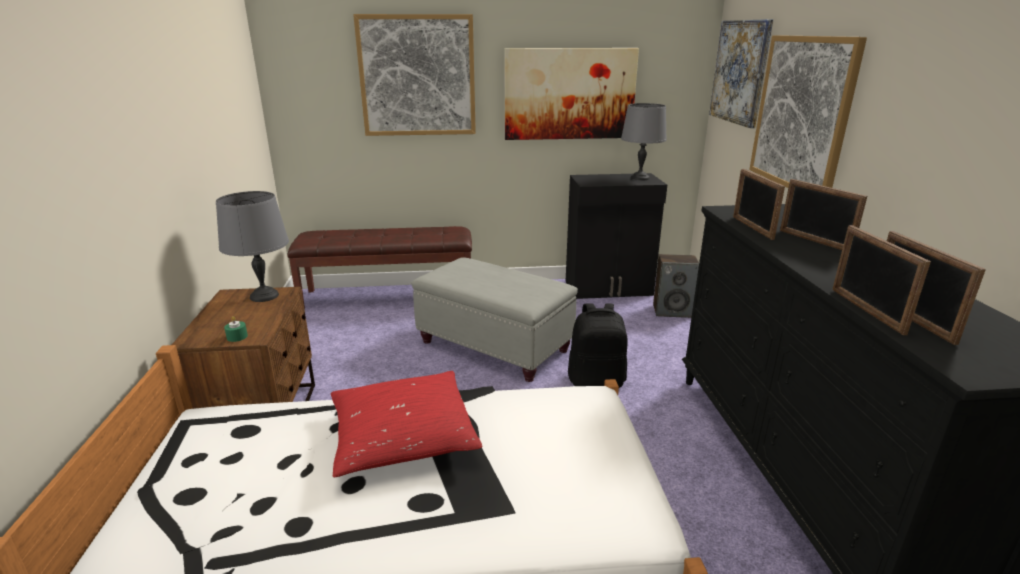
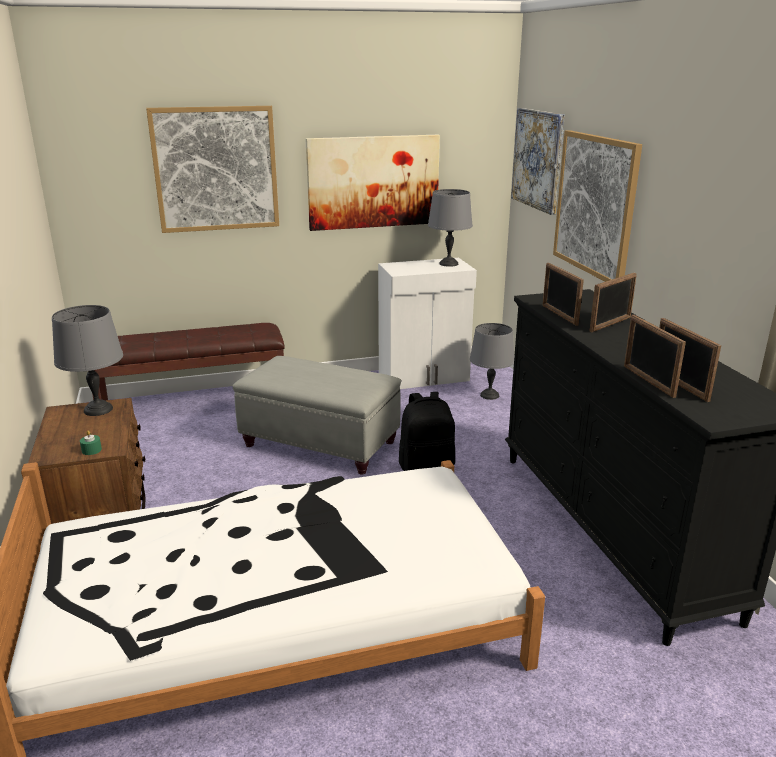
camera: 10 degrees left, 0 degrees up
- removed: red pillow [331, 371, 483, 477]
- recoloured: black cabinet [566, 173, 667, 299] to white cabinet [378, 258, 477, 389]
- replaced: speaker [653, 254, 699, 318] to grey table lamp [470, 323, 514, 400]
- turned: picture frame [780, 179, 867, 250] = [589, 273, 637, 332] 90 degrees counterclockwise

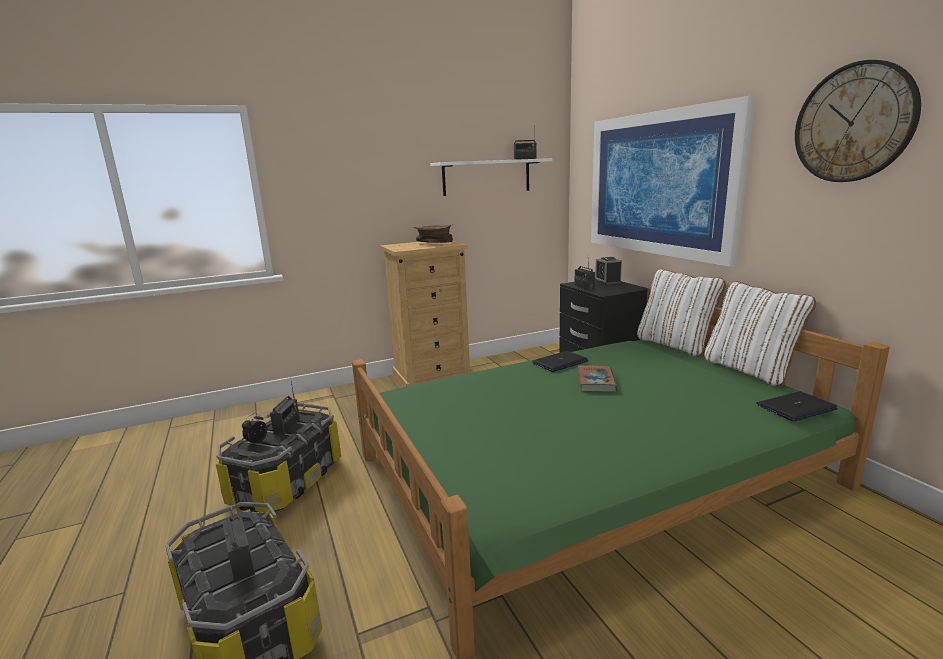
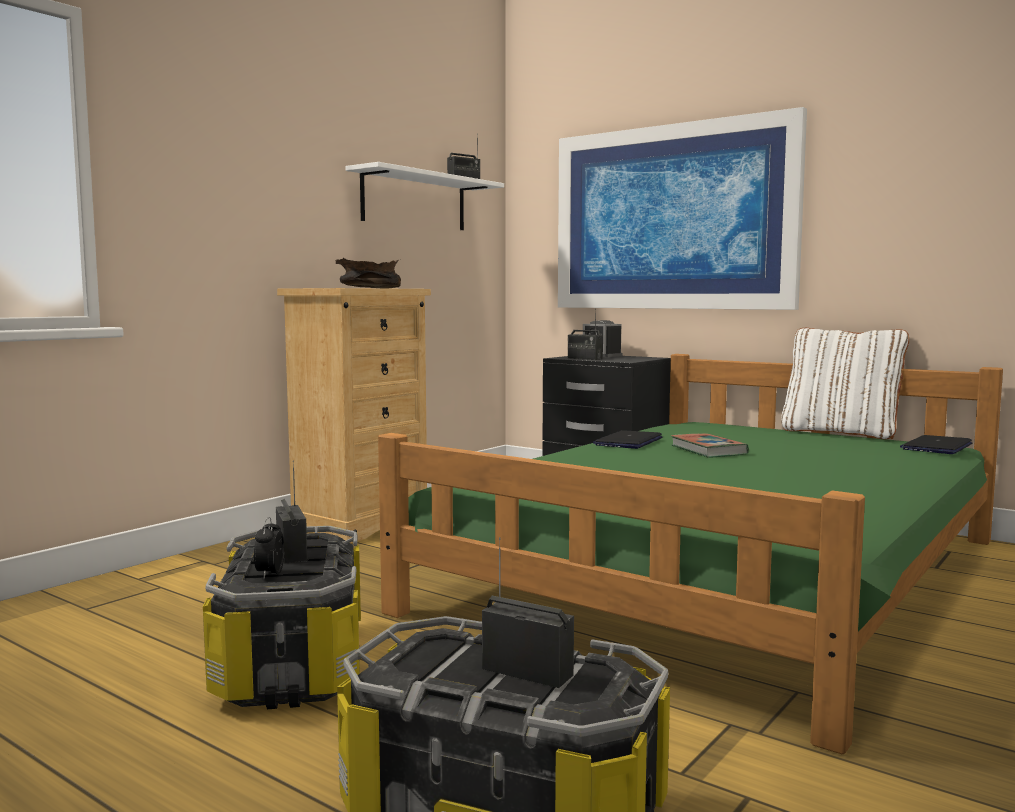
camera: 30 degrees left, 10 degrees down
- removed: white pillow [637, 269, 726, 356]
- removed: wall clock [795, 60, 921, 182]

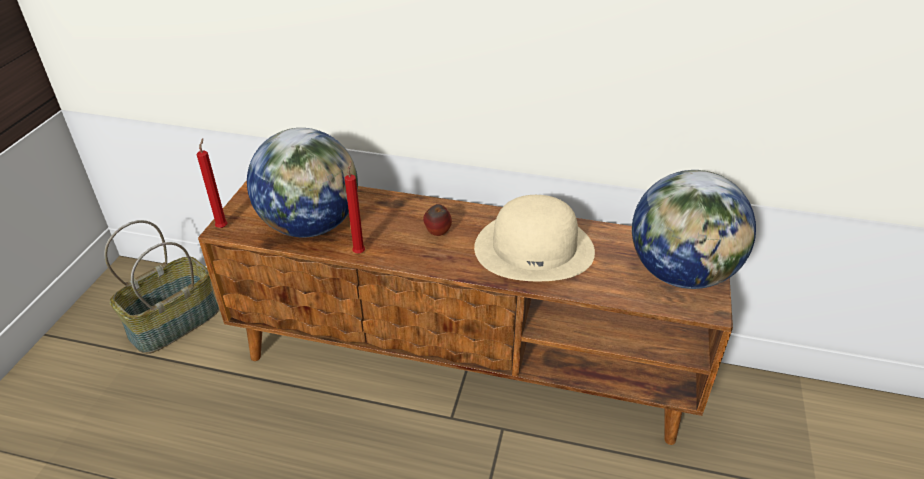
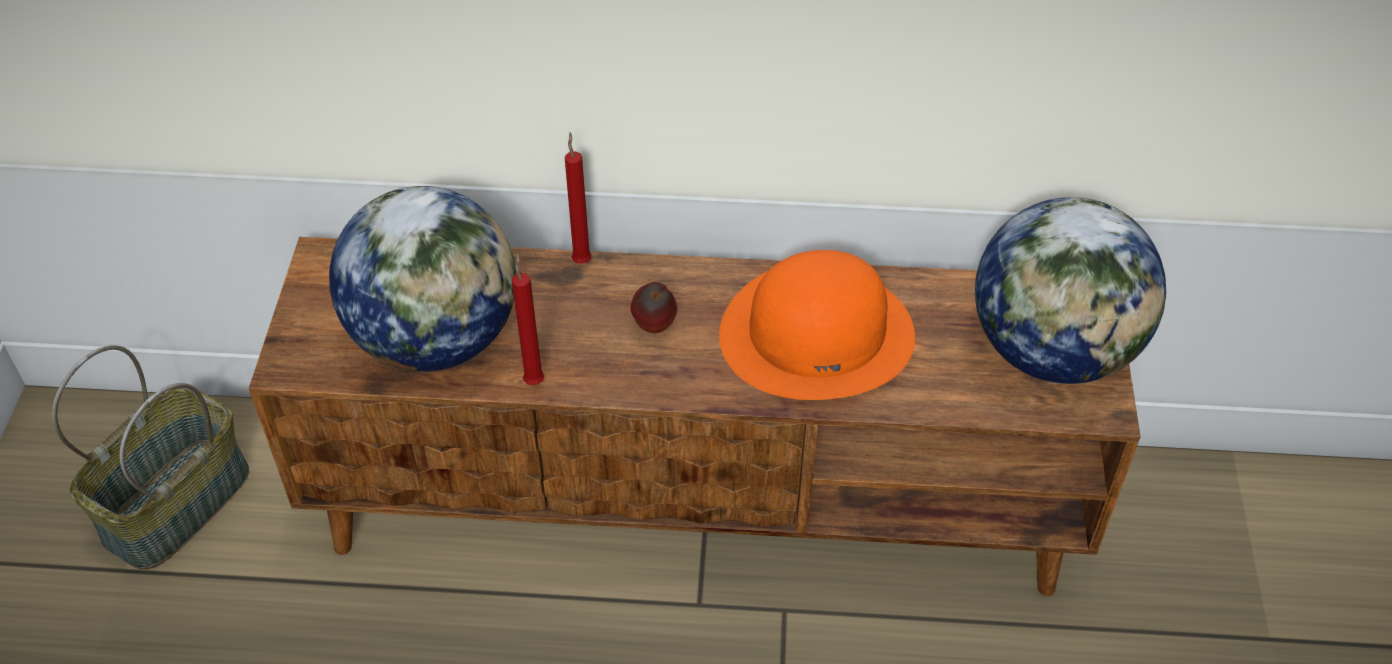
camera: 10 degrees left, 10 degrees up
- moved: red candle [197, 138, 228, 228] to [565, 132, 592, 264]
- recoloured: beige hat [474, 195, 595, 281] to orange hat [719, 250, 915, 400]

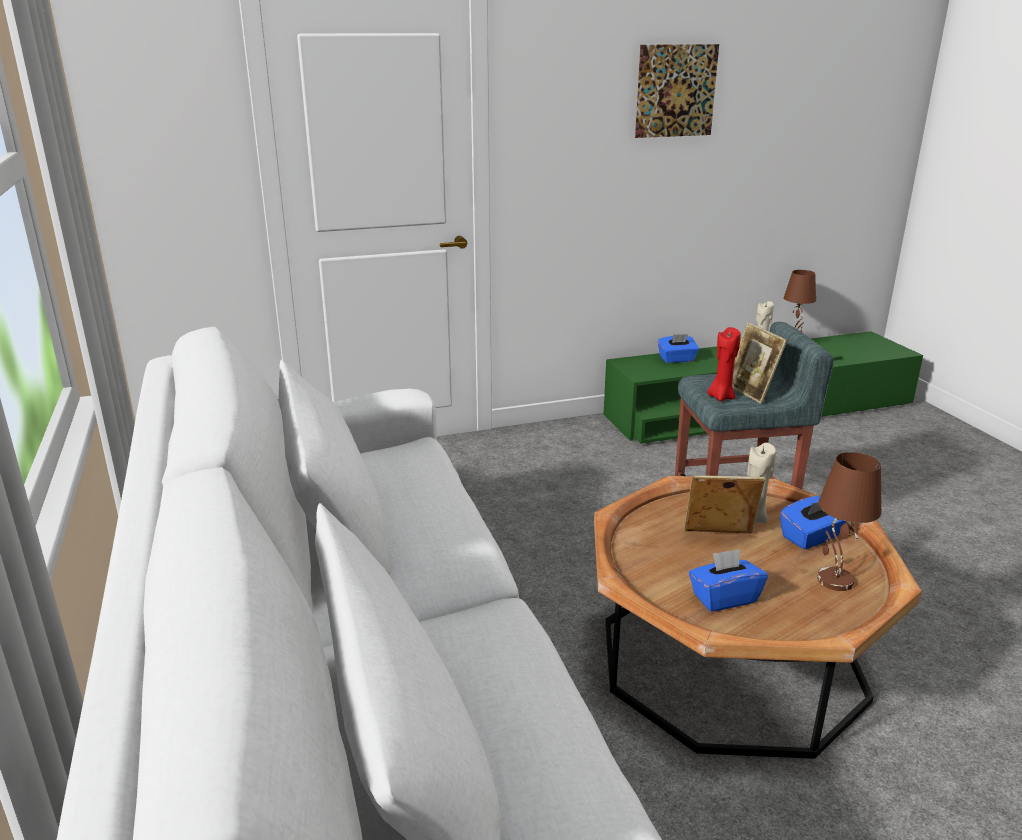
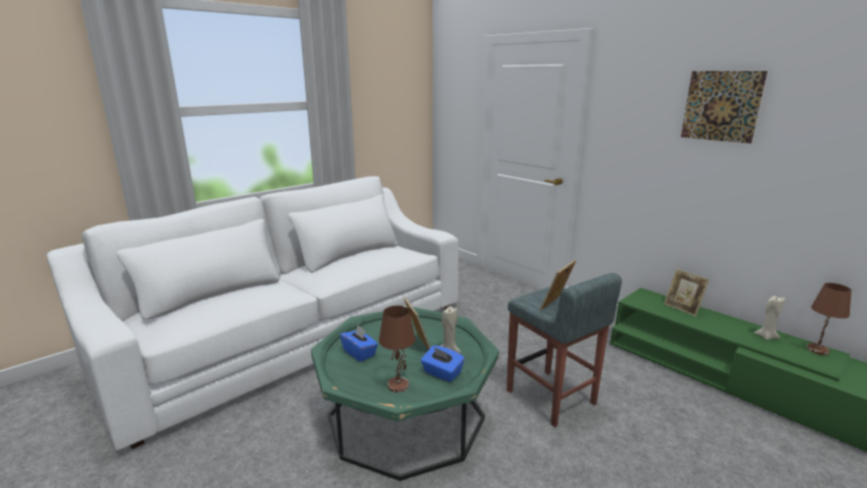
camera: 65 degrees right, 5 degrees down
- recoloured: brown coffee table [594, 476, 922, 759] to green coffee table [311, 307, 499, 481]
- replaced: blue tissue box [658, 334, 699, 363] to picture frame [664, 269, 709, 316]
- removed: red candle [707, 327, 741, 401]

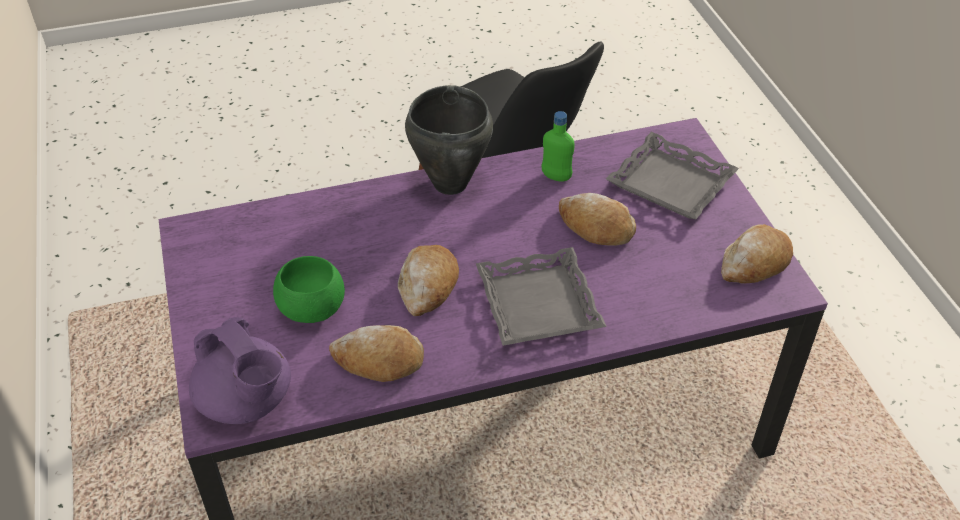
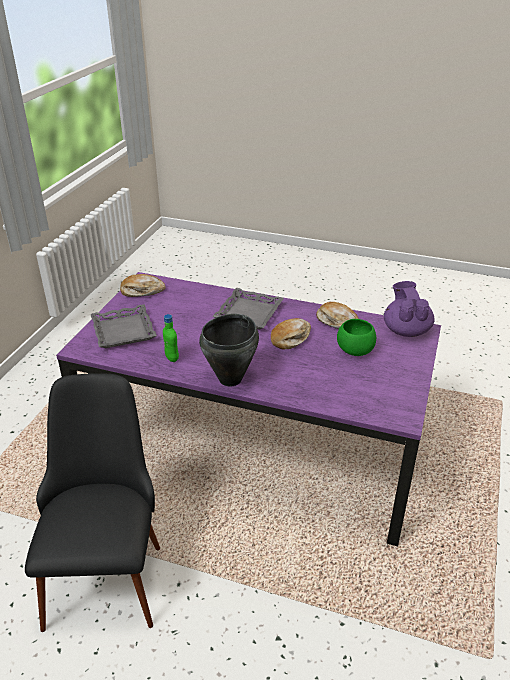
camera: 145 degrees left, 10 degrees down
- removed: bread [559, 193, 636, 246]

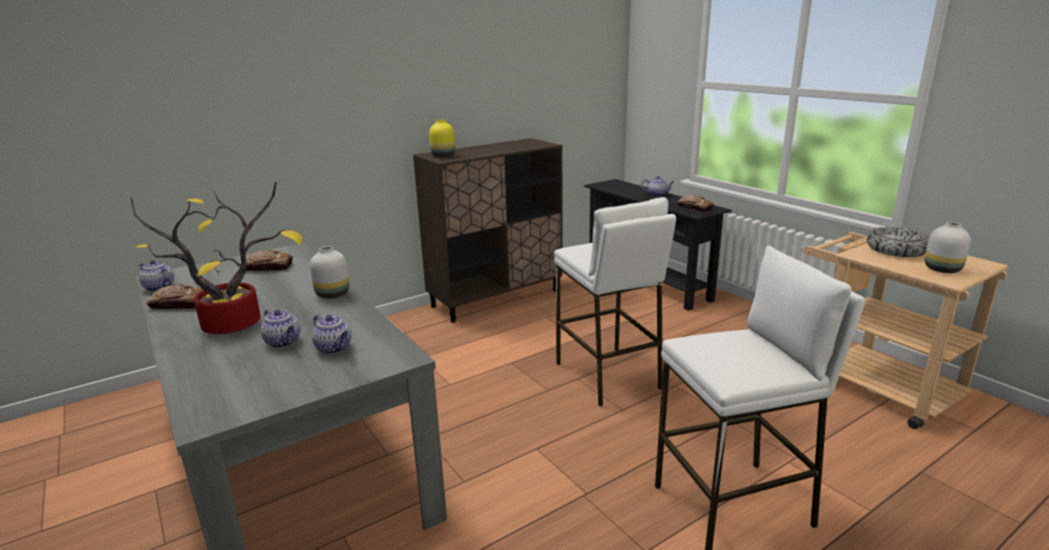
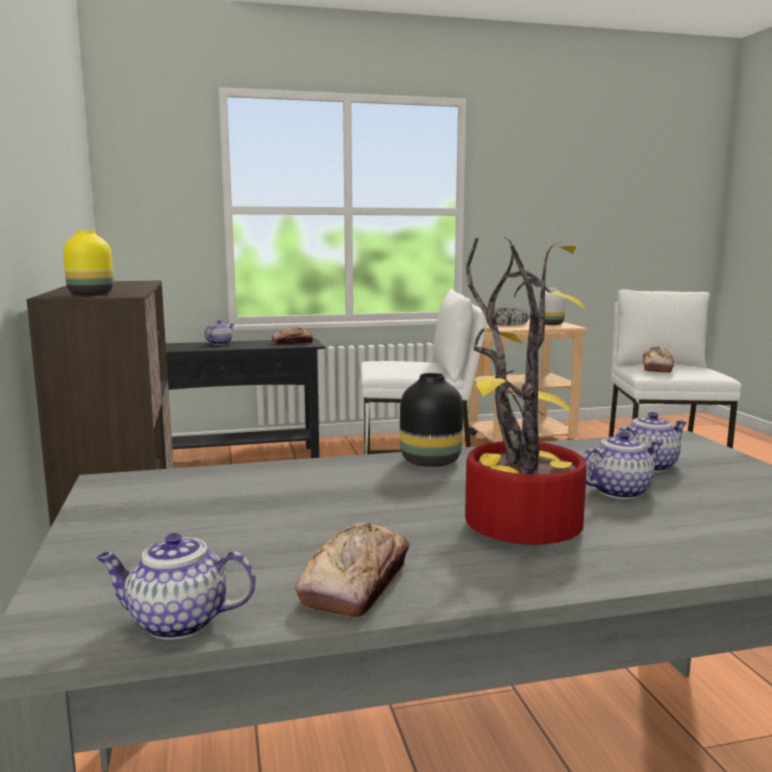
camera: 70 degrees left, 10 degrees down
- turned: teapot [138, 260, 174, 292] = [96, 533, 256, 640] 45 degrees clockwise
- moved: bread [246, 249, 293, 271] to [643, 347, 674, 373]
- recoloured: white vase [310, 246, 349, 298] to black vase [400, 373, 463, 467]

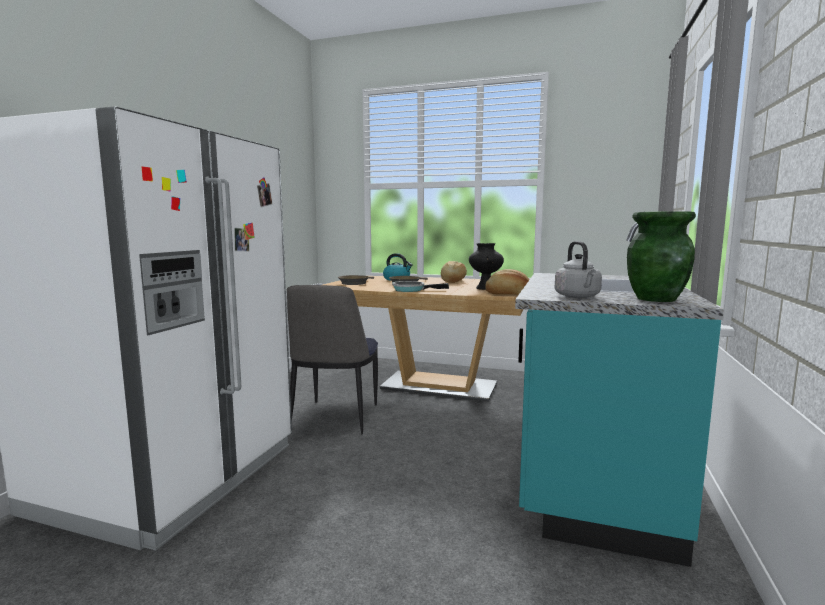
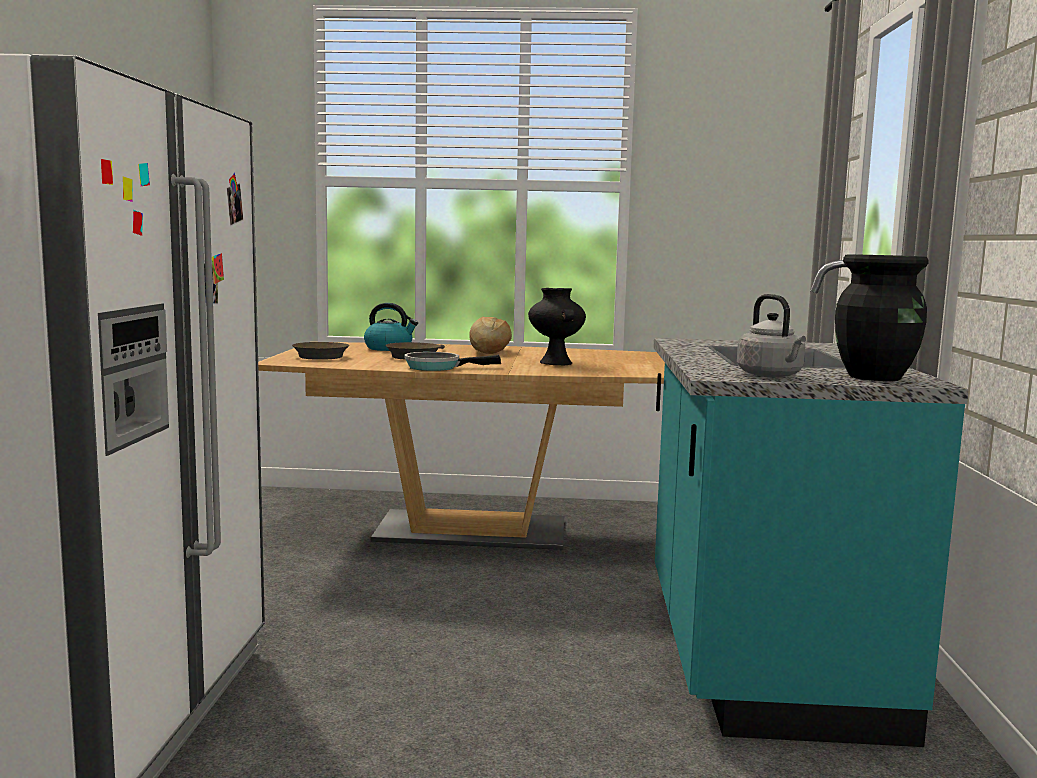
camera: 15 degrees left, 0 degrees up
- removed: chair [287, 285, 378, 435]
- removed: bread [485, 269, 530, 295]
- recoloured: green vase [627, 211, 696, 302] to black vase [835, 254, 929, 381]

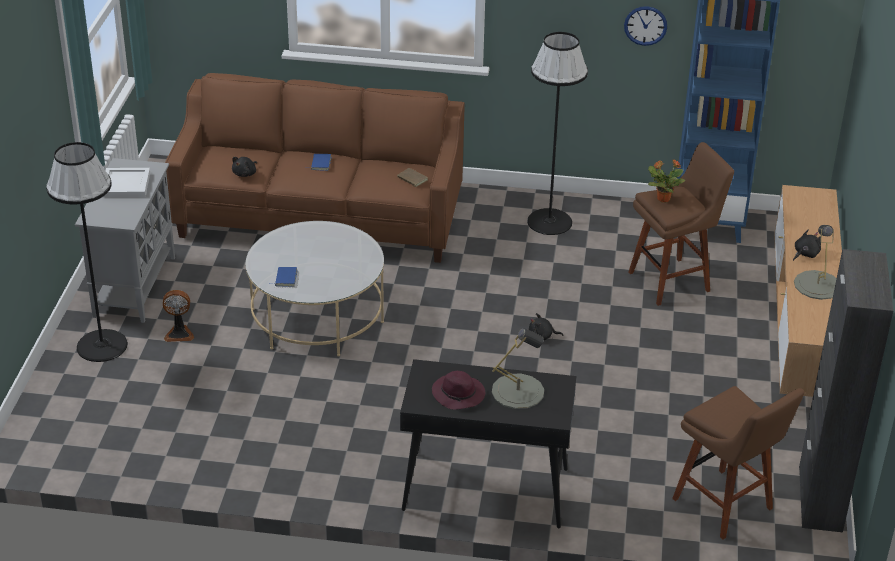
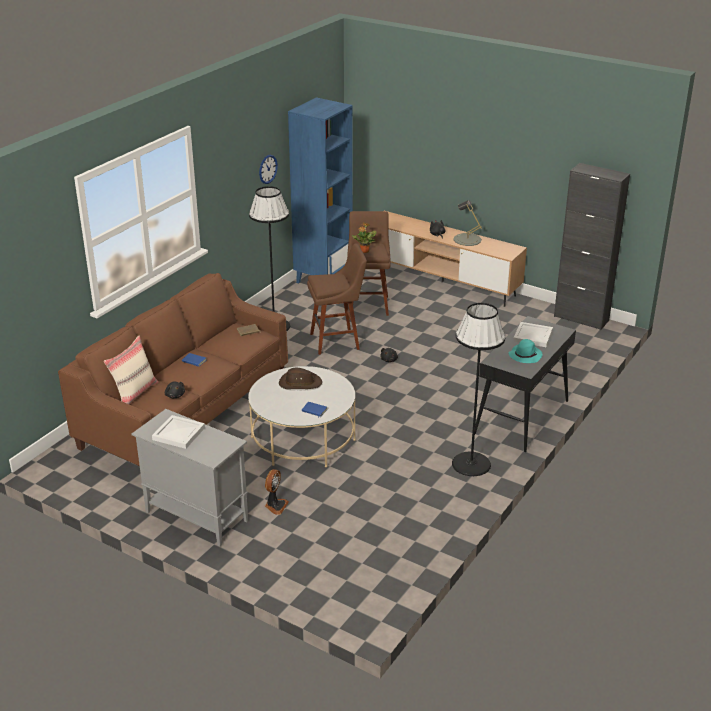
camera: 65 degrees left, 5 degrees down
- moved: black floor lamp [46, 142, 128, 362] to [452, 303, 505, 476]
- recoloured: purple hat [432, 371, 485, 410] to turquoise hat [508, 339, 543, 363]
- replaced: grey table lamp [492, 328, 544, 409] to white tray [513, 322, 553, 347]
- moved: brown stool [672, 386, 804, 539] to [307, 244, 367, 355]
- added: beige pillow [104, 336, 159, 405]
- added: brown hat [279, 367, 322, 389]

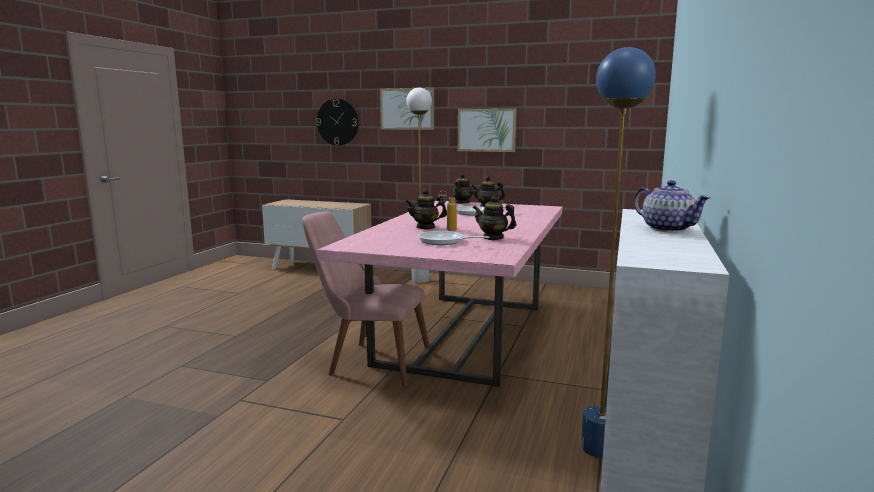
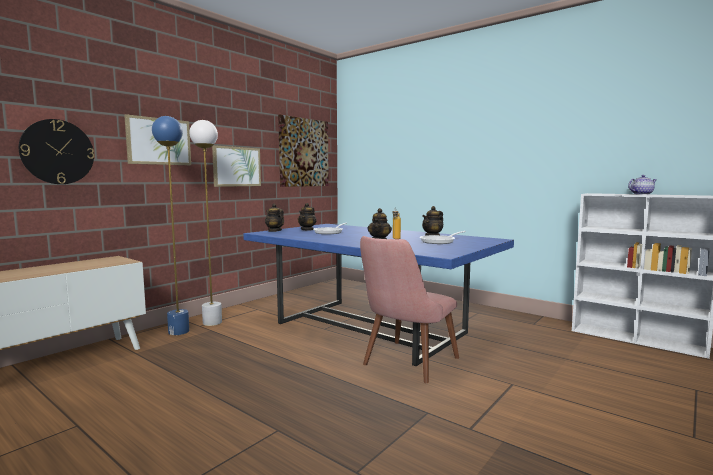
camera: 70 degrees left, 5 degrees down
- recoloured: pink dining table [317, 201, 563, 387] to blue dining table [243, 224, 514, 366]
- moved: blue floor lamp [581, 47, 656, 459] to [152, 116, 189, 335]
- added: picture [278, 115, 329, 187]

